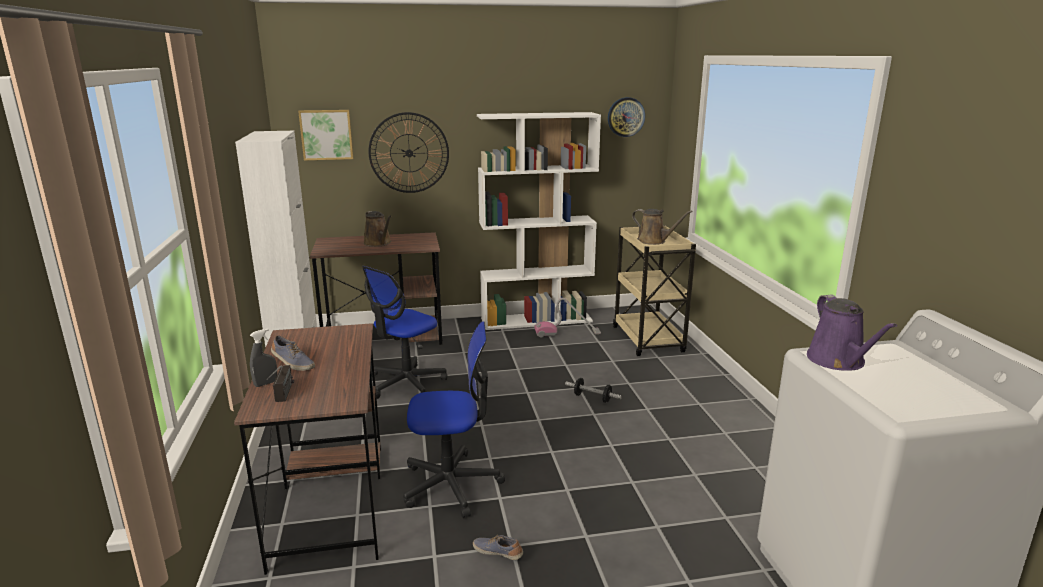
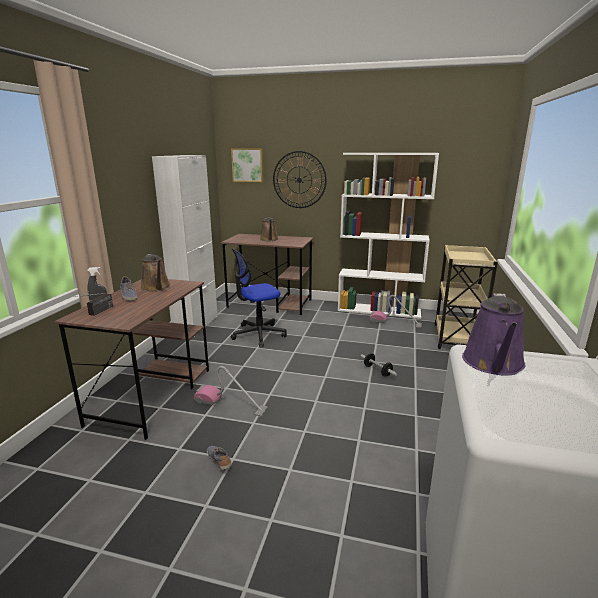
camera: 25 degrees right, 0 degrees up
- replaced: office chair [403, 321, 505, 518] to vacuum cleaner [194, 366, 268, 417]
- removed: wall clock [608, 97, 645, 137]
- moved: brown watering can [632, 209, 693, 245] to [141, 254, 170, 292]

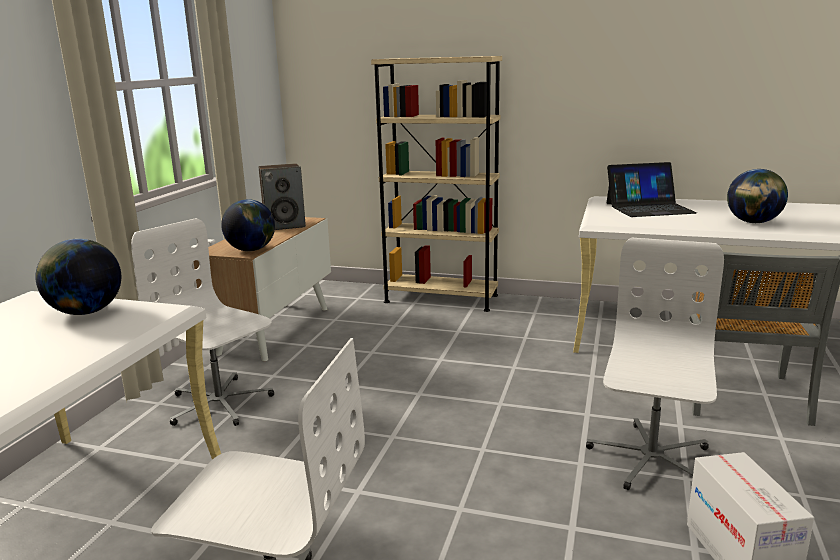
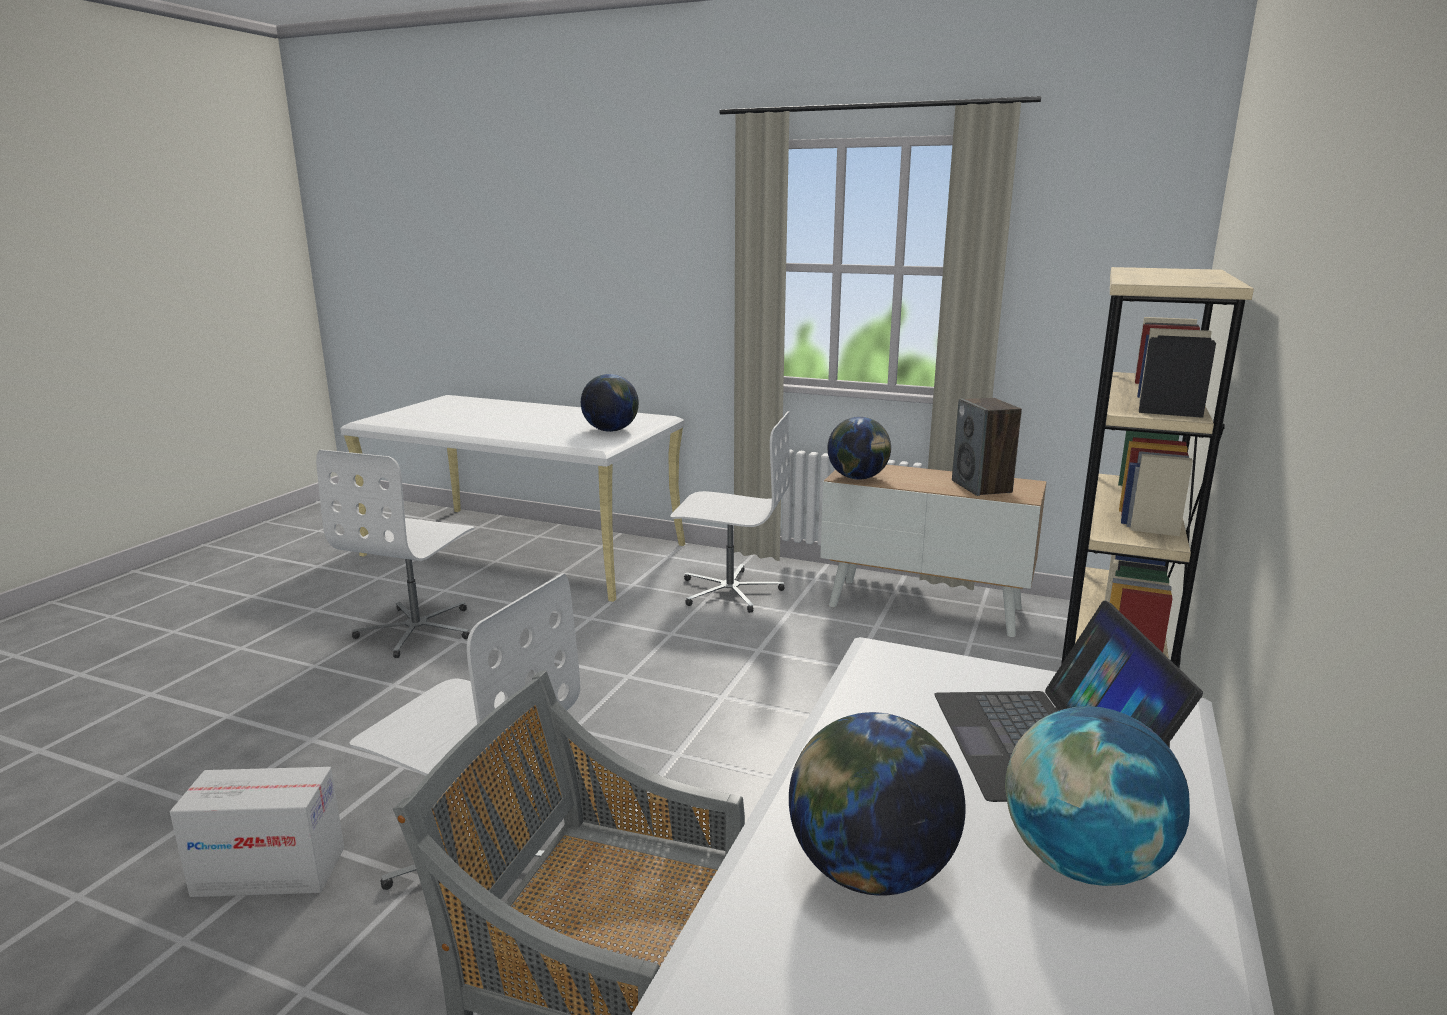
camera: 95 degrees right, 0 degrees up
- turned: white office chair [131, 218, 274, 426] = [670, 411, 790, 613] 60 degrees clockwise
- added: globe [1005, 706, 1190, 886]

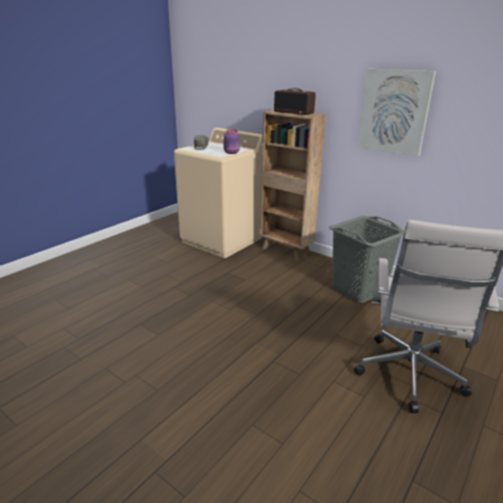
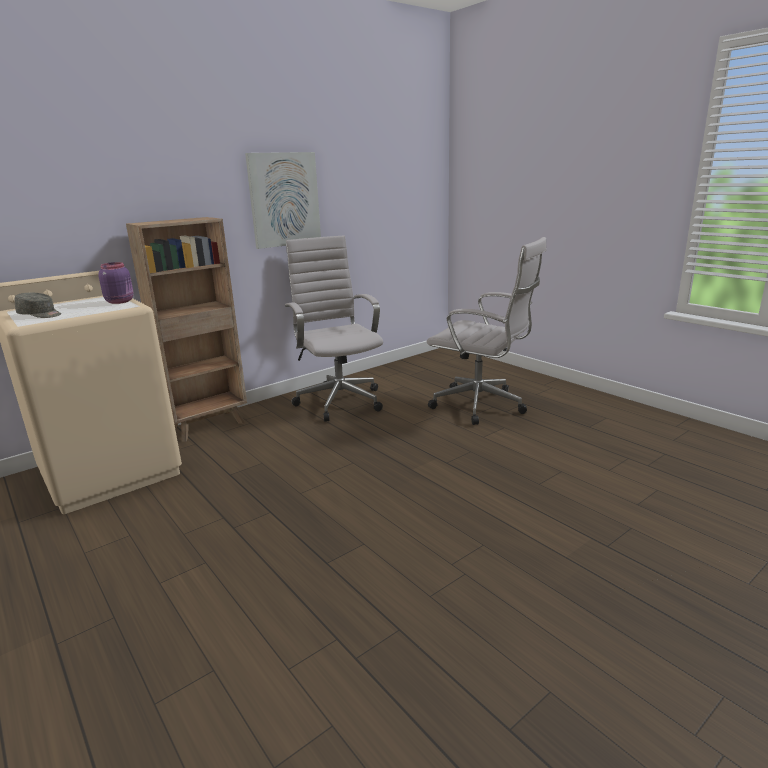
camera: 75 degrees left, 5 degrees down
- removed: radio [274, 88, 316, 115]
- replaced: grey laundry basket [329, 216, 404, 303] to white office chair [285, 235, 383, 422]

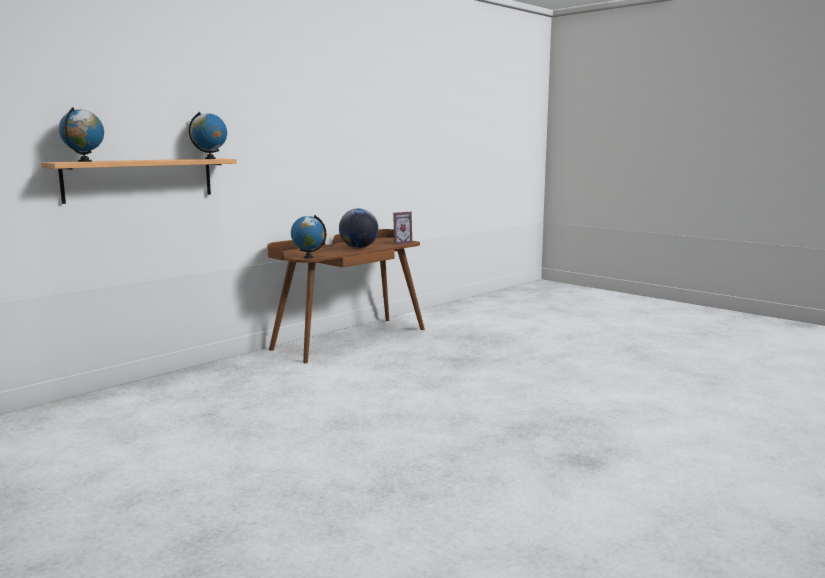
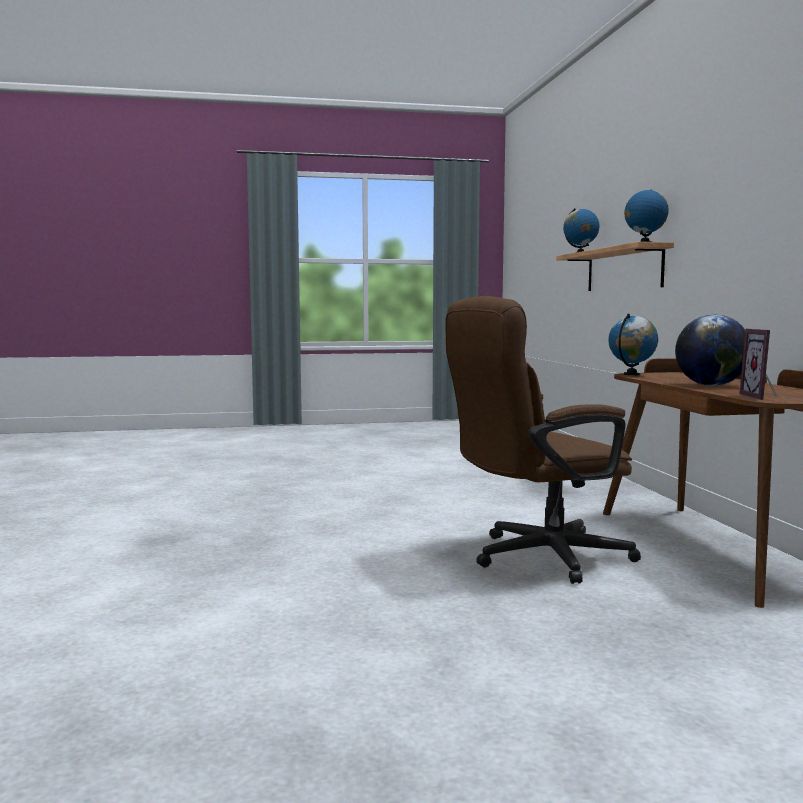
camera: 125 degrees right, 5 degrees down
- added: brown office chair [445, 296, 641, 584]

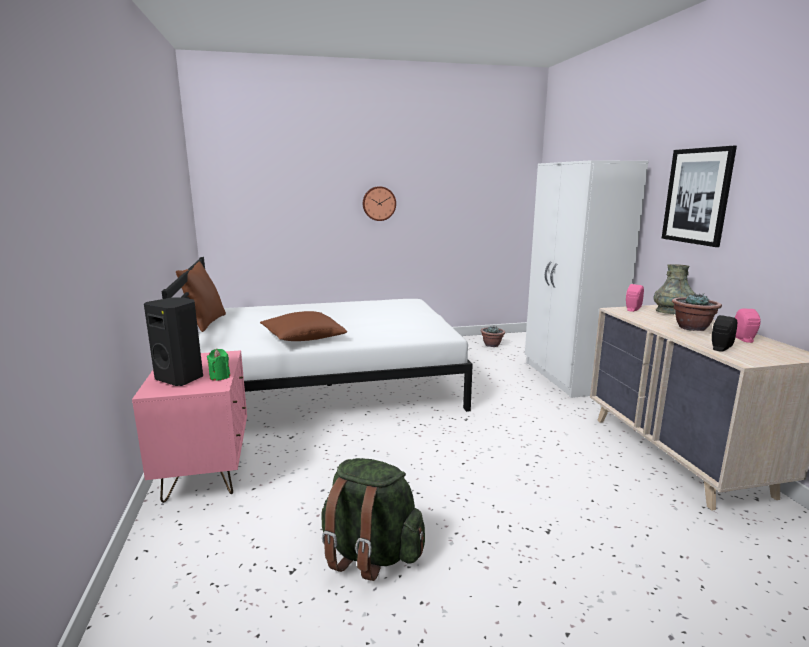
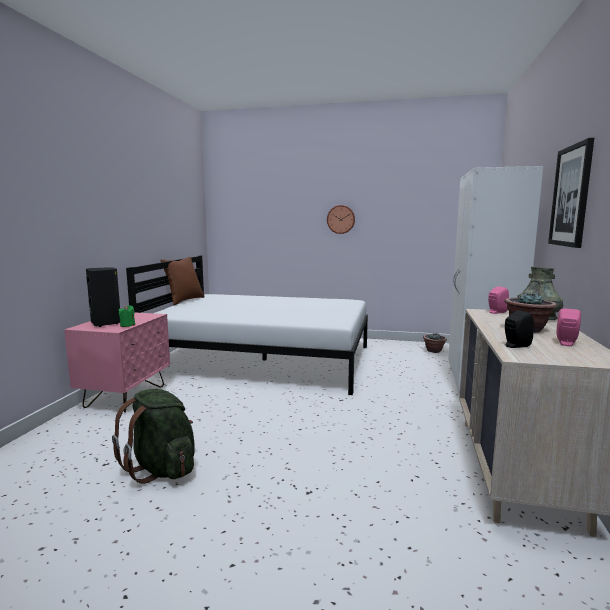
camera: 25 degrees right, 5 degrees down
- removed: brown pillow [260, 311, 347, 341]

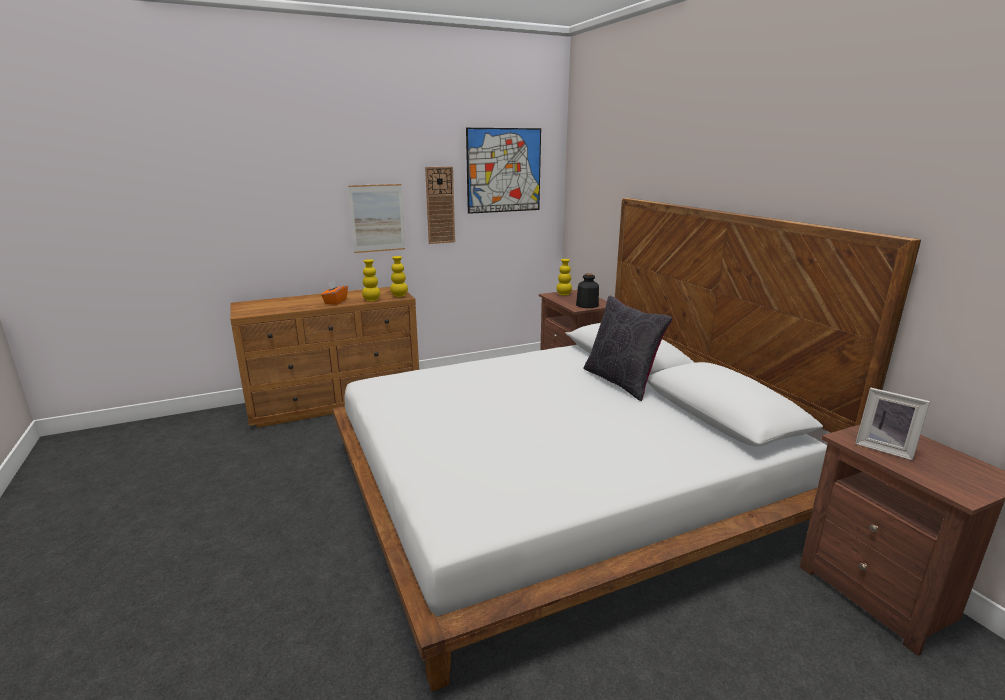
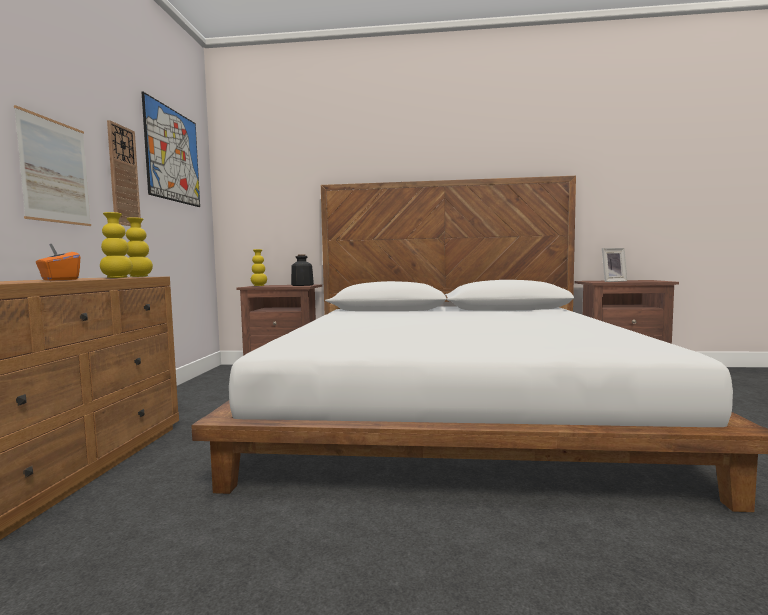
camera: 60 degrees left, 15 degrees down
- removed: black pillow [583, 295, 673, 401]

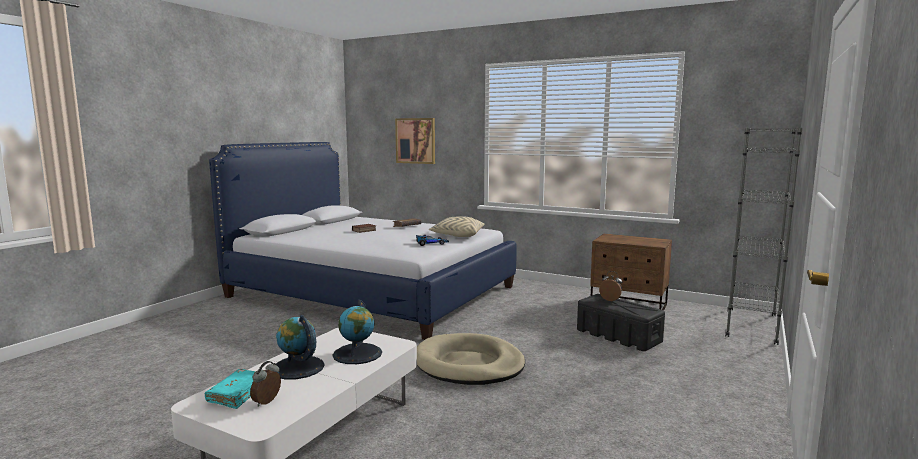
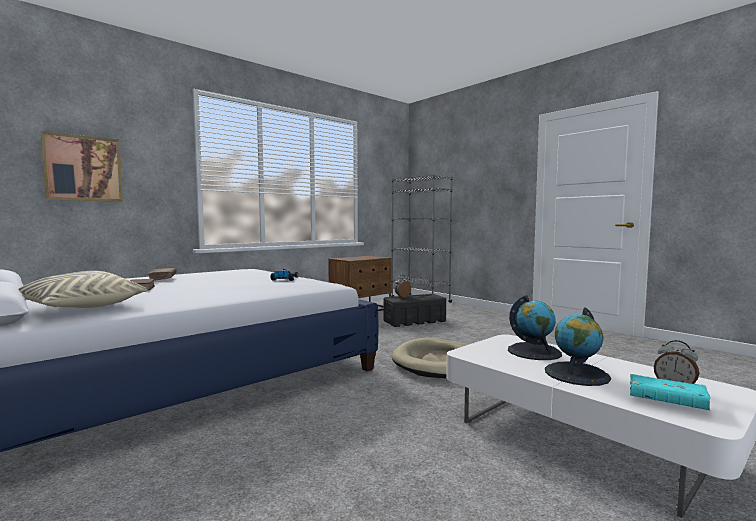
camera: 70 degrees left, 5 degrees down
- moved: beige pillow [429, 216, 484, 237] to [19, 271, 147, 308]

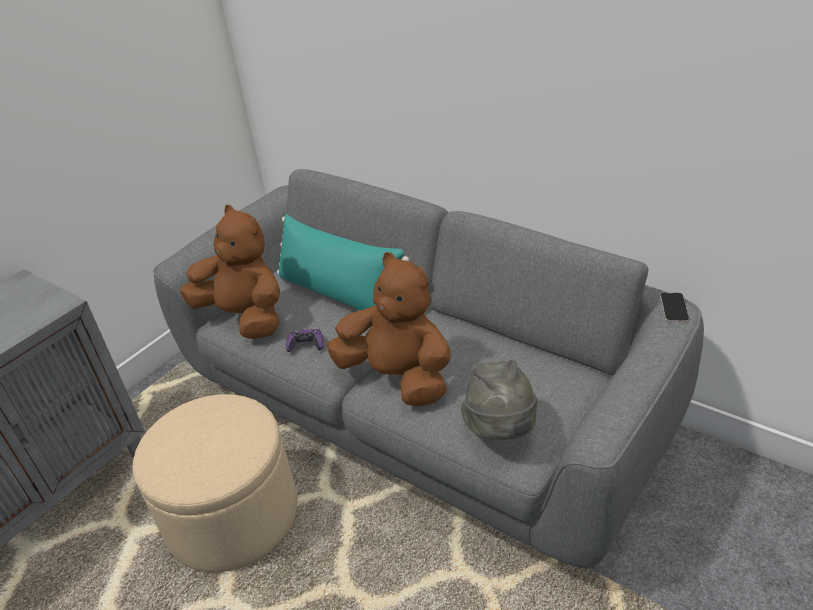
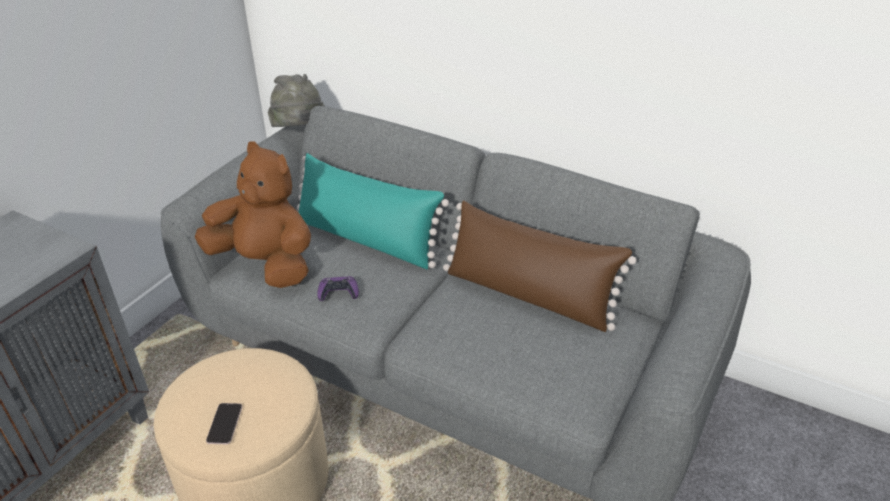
camera: 10 degrees left, 0 degrees up
- removed: brown plush toy [327, 252, 451, 407]
- moved: grey hat [461, 360, 538, 440] to [268, 74, 325, 127]
- moved: phone [660, 292, 689, 322] to [206, 403, 242, 444]
- added: brown pillow [443, 201, 637, 332]

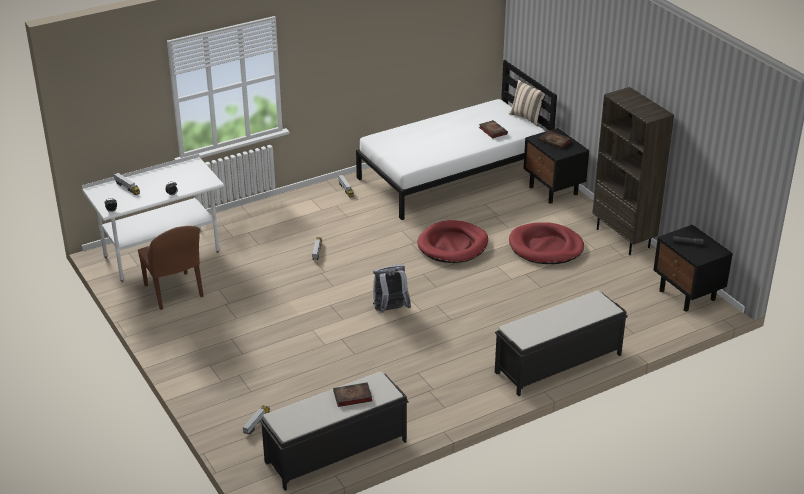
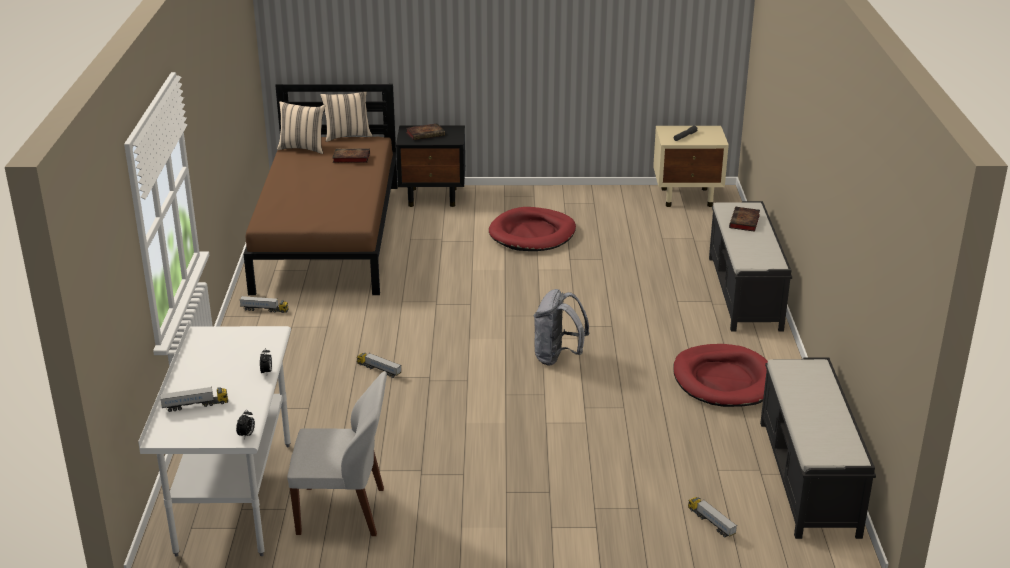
camera: 60 degrees left, 5 degrees down
- recoloured: brown chair [138, 226, 204, 310] to white chair [287, 371, 387, 536]
- moved: book [333, 382, 372, 407] to [729, 207, 760, 232]
- recoloured: white bed [356, 60, 557, 220] to brown bed [243, 84, 398, 295]
- moved: red dog bed [417, 220, 488, 263] to [673, 344, 768, 407]
- removed: brown bookcase [592, 87, 674, 255]
- recoloured: black nightstand [653, 225, 733, 312] to beige nightstand [653, 126, 729, 207]
- added: beige pillow [277, 101, 325, 154]

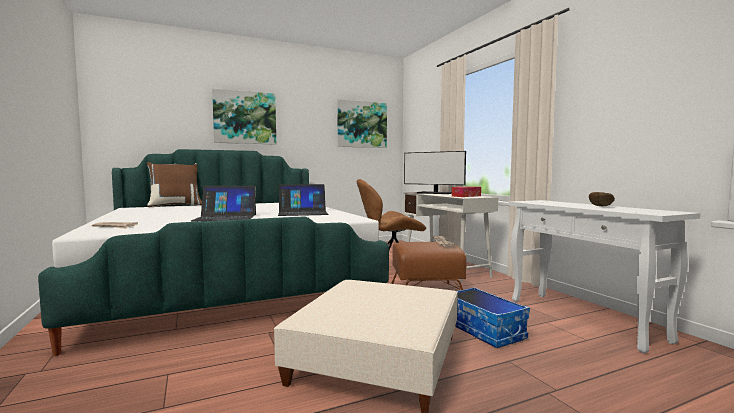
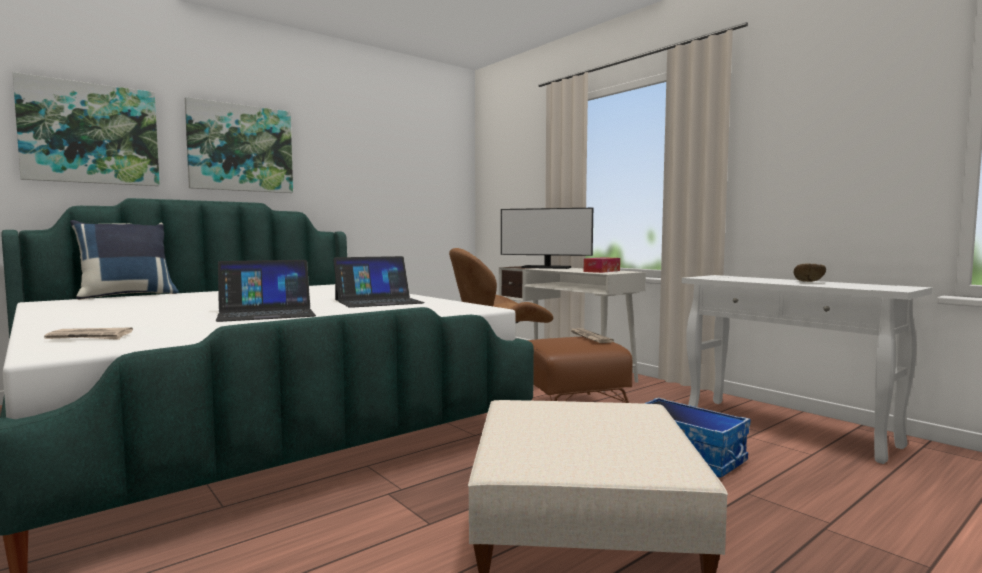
camera: 15 degrees left, 0 degrees up
- recoloured: brown pillow [147, 162, 202, 207] to blue pillow [70, 220, 179, 300]
- moved: picture [337, 99, 387, 148] to [13, 72, 160, 186]

